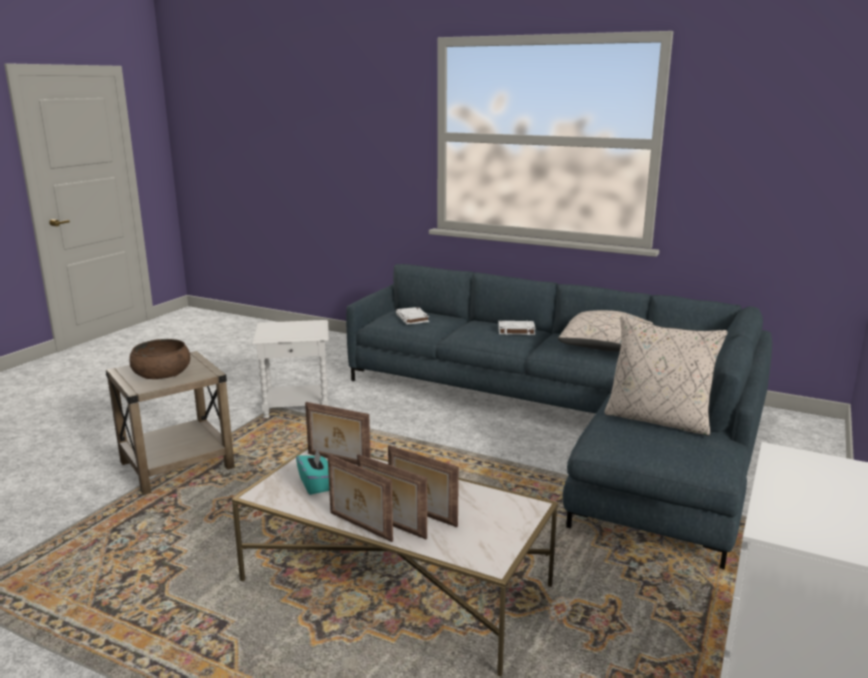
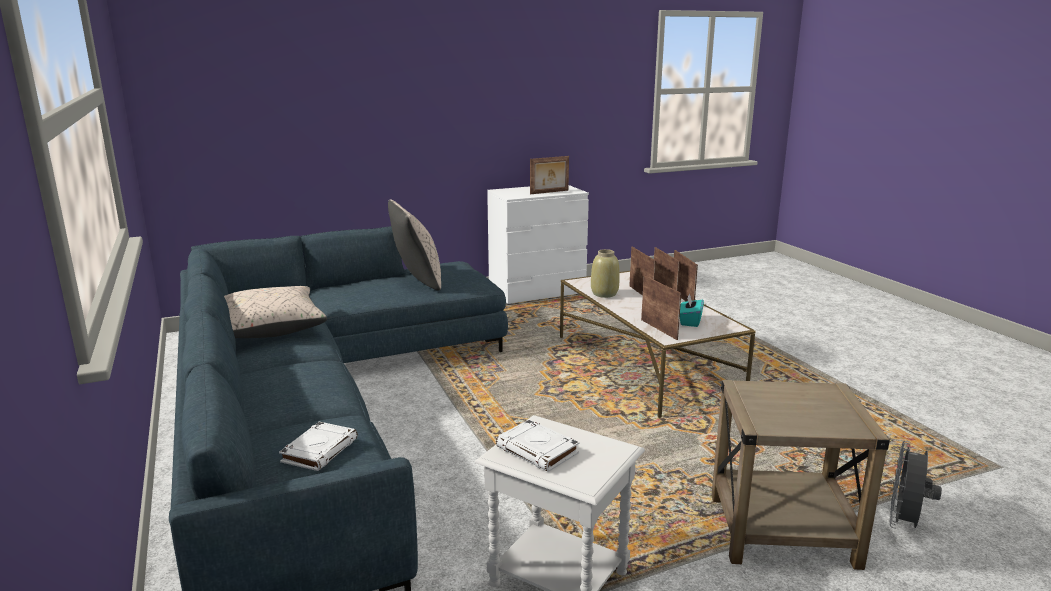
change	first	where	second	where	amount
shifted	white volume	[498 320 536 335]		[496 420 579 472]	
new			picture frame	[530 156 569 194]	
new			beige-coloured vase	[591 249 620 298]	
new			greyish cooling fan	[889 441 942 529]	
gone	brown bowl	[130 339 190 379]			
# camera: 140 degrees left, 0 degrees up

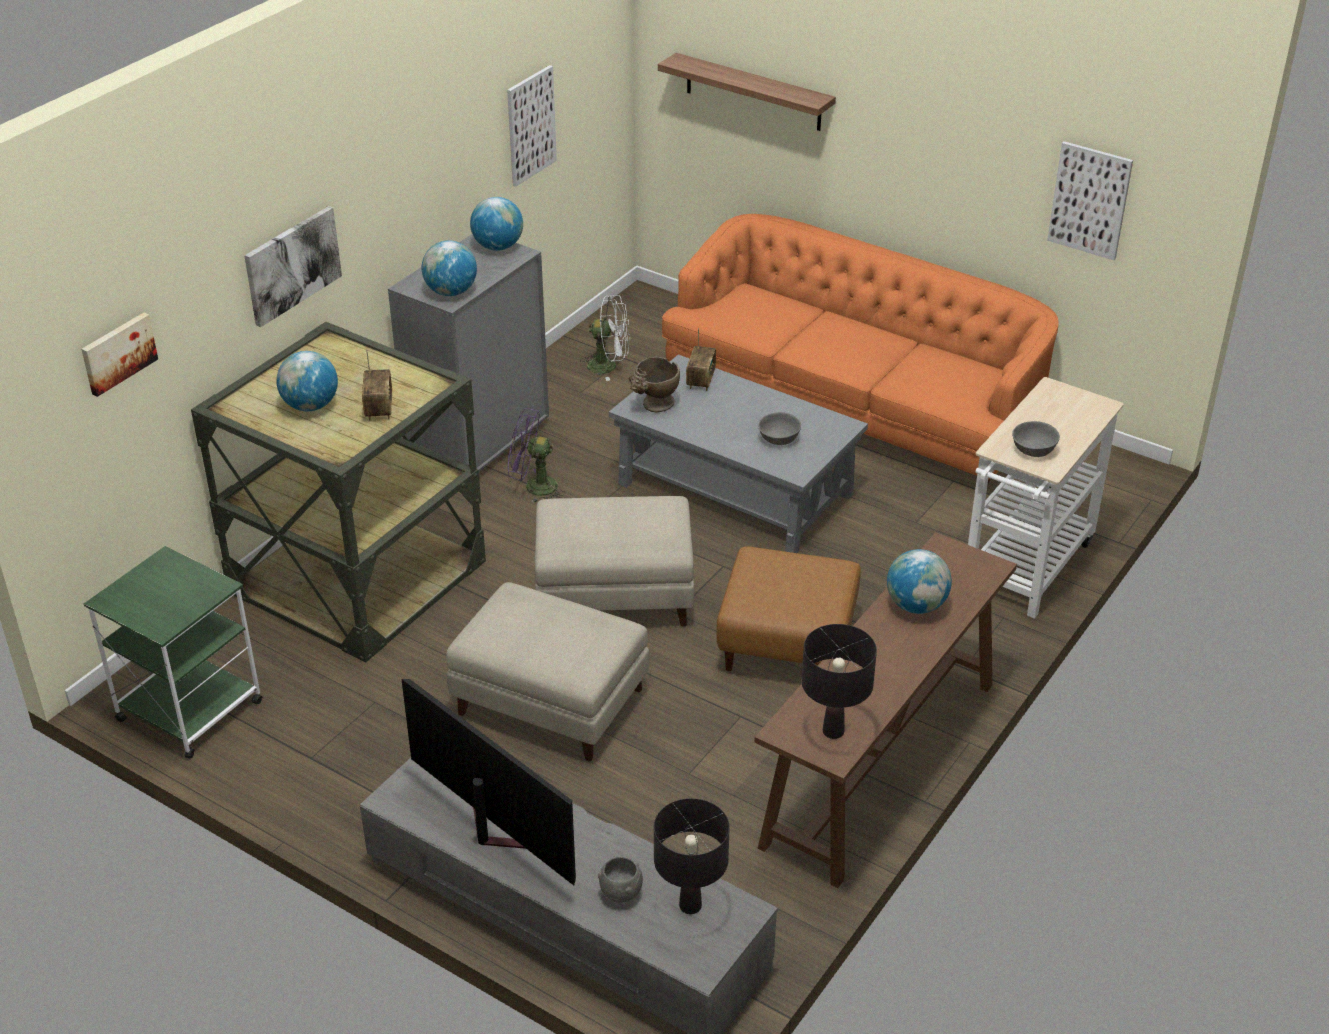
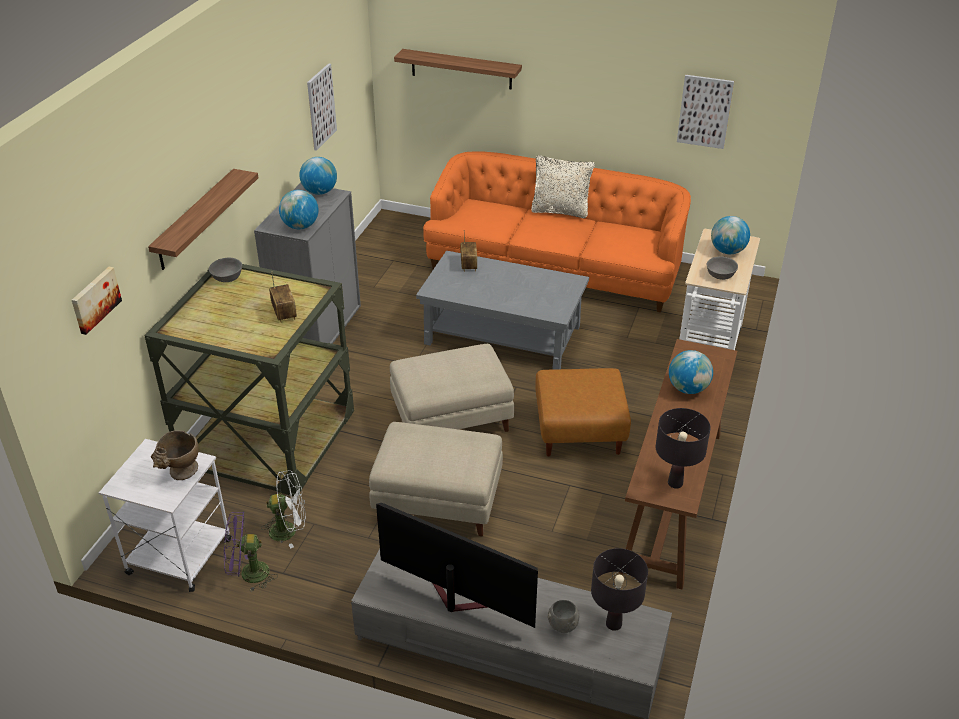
change	first	where	second	where	amount
repainted	greenish trolley	[84 546 263 758]	white trolley	[99 439 231 592]	
swapped	wall art	[244 206 342 327]	bracket shelf	[148 169 259 270]	
shifted	beige-coloured vase	[628 357 680 413]		[151 430 199 480]	
shifted	greyish bowl	[758 412 801 445]		[209 258 242 282]	
shifted	purple-coloured cooling fan	[508 408 565 503]		[224 511 278 592]	
shifted	white cooling fan	[580 295 630 381]		[261 470 306 548]	
new			beige-coloured pillow	[531 155 595 218]	
shifted	globe	[276 351 338 411]		[711 216 750 254]	
# camera: 15 degrees left, 0 degrees up

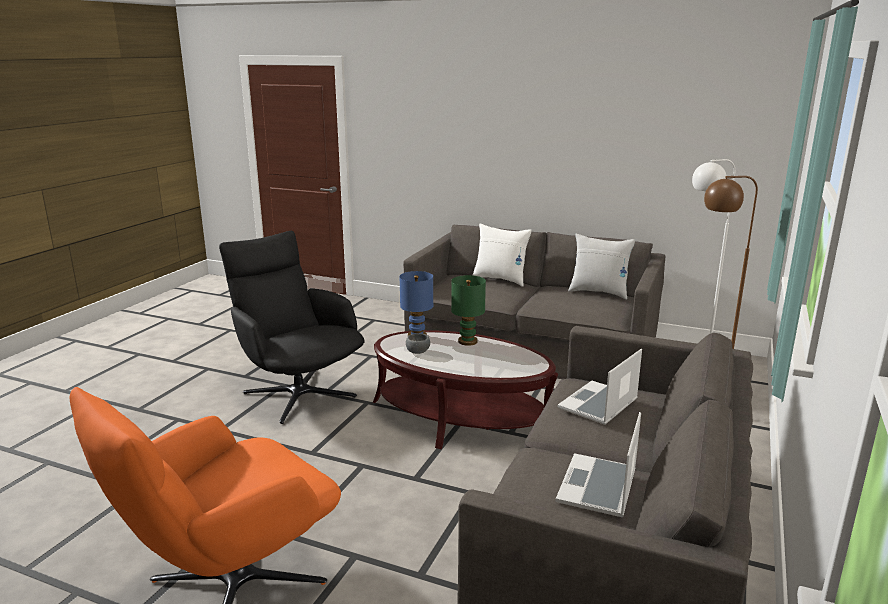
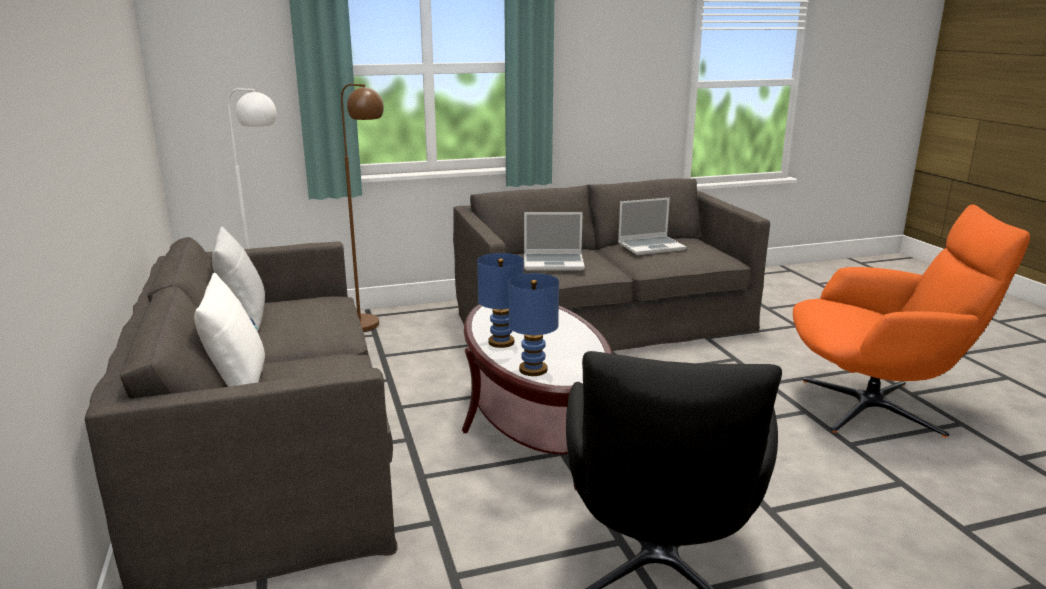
change	first	where	second	where	amount
repainted	greenish lamp for a table	[451 275 486 346]	blue lamp for a table	[477 253 524 348]	
gone	greyish bowl	[406 333 430 354]			
# camera: 130 degrees left, 0 degrees up

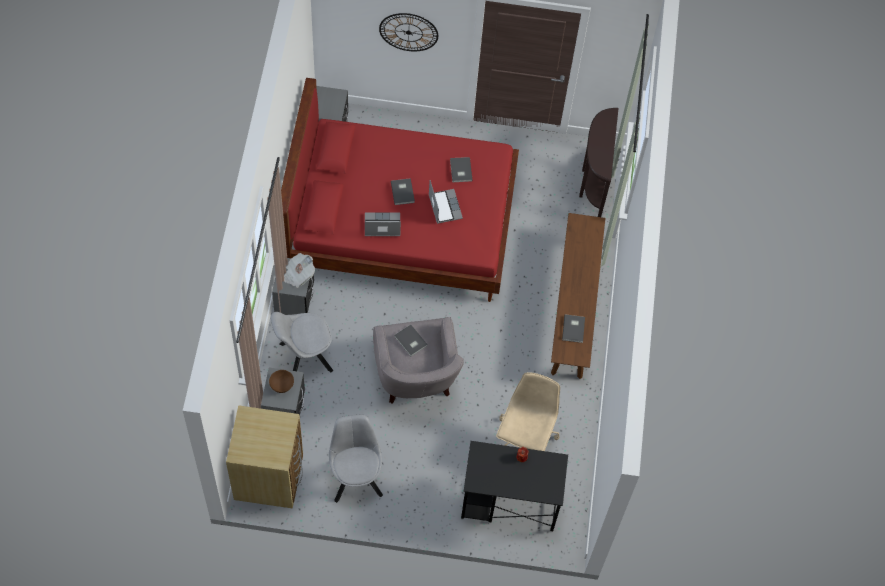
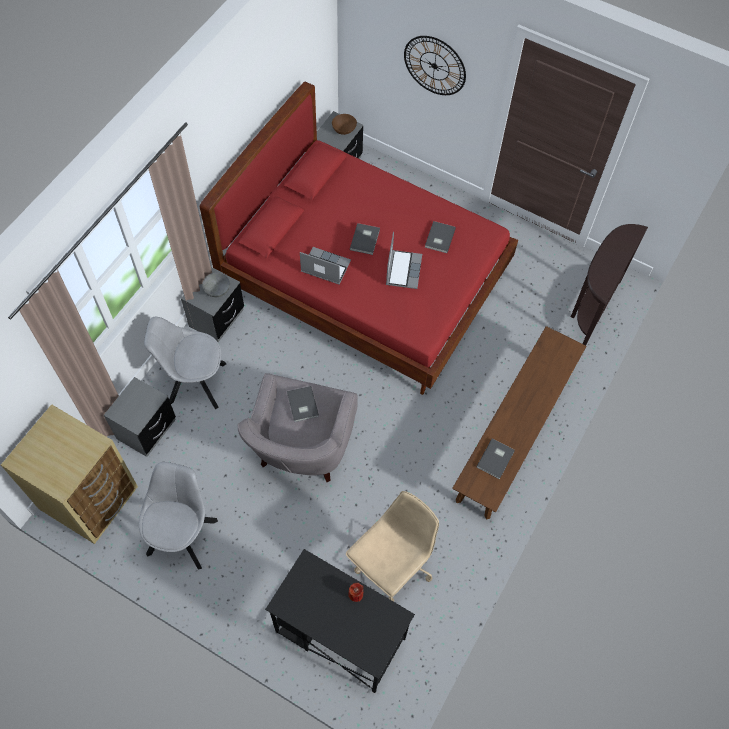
change	first	where	second	where	amount
swapped	daily paper	[284 253 315 288]	greyish bowl	[202 273 230 297]	
shifted	brown bowl	[269 370 294 393]		[332 114 357 135]	
# camera: 25 degrees right, 0 degrees up

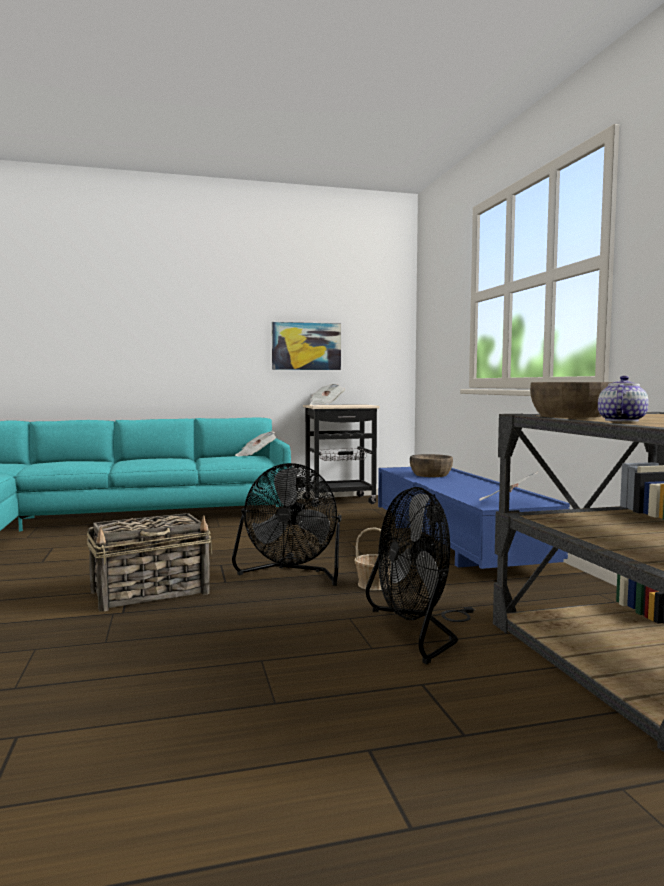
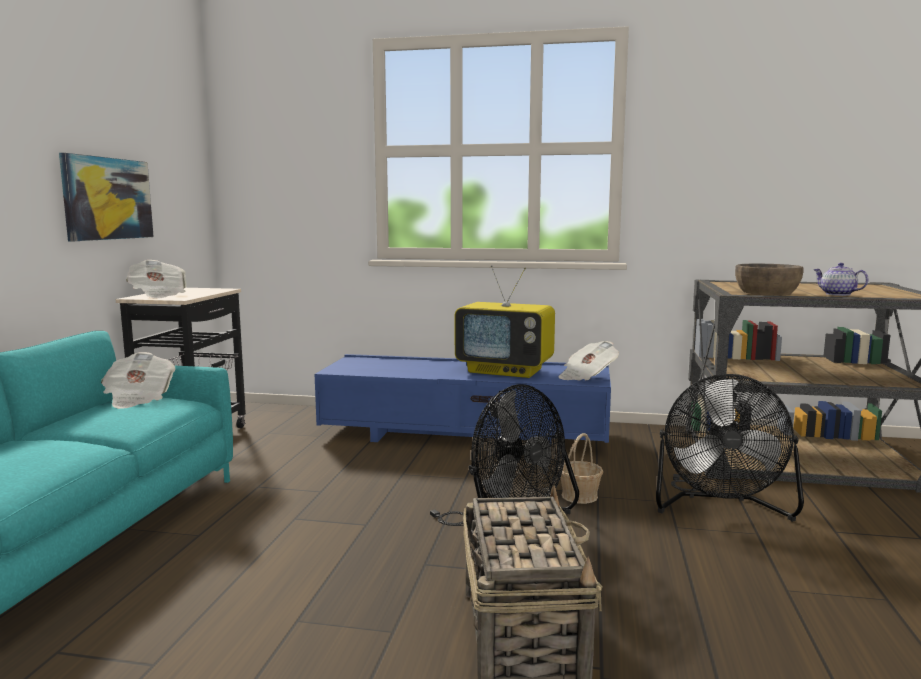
change	first	where	second	where	amount
new			television	[455 265 555 378]	
gone	brown bowl	[410 454 453 477]			
# camera: 65 degrees left, 5 degrees up

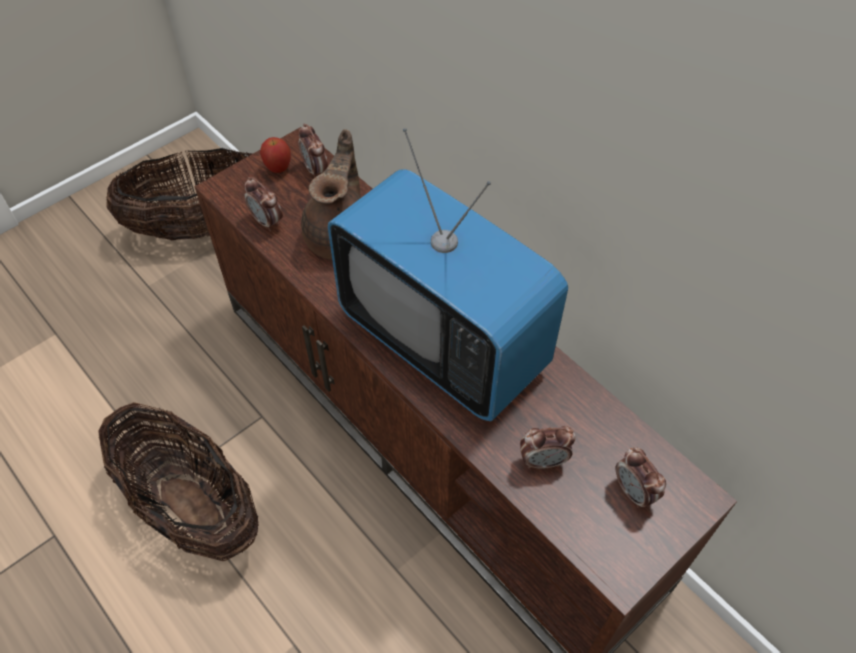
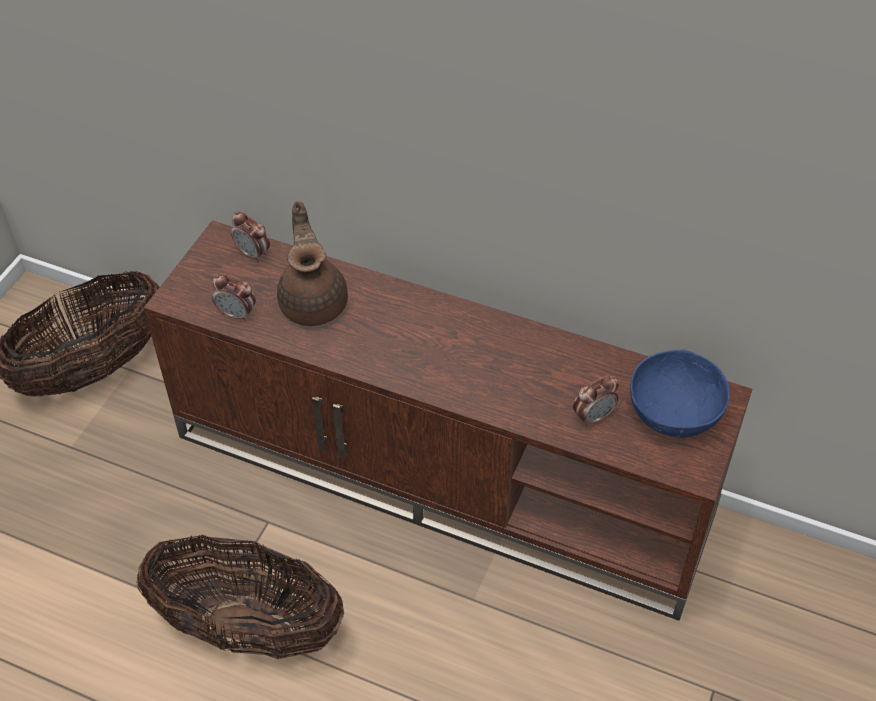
change	first	where	second	where	amount
swapped	alarm clock	[615 447 666 508]	blue bowl	[630 350 730 438]	
gone	apple	[260 137 291 173]			
gone	television	[328 128 568 421]			
# camera: 25 degrees left, 5 degrees down

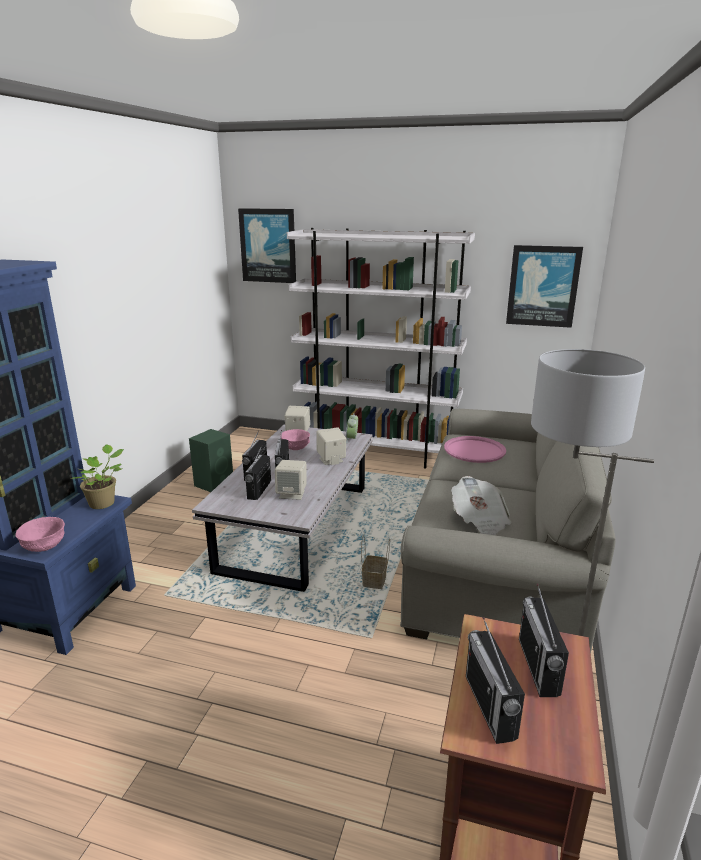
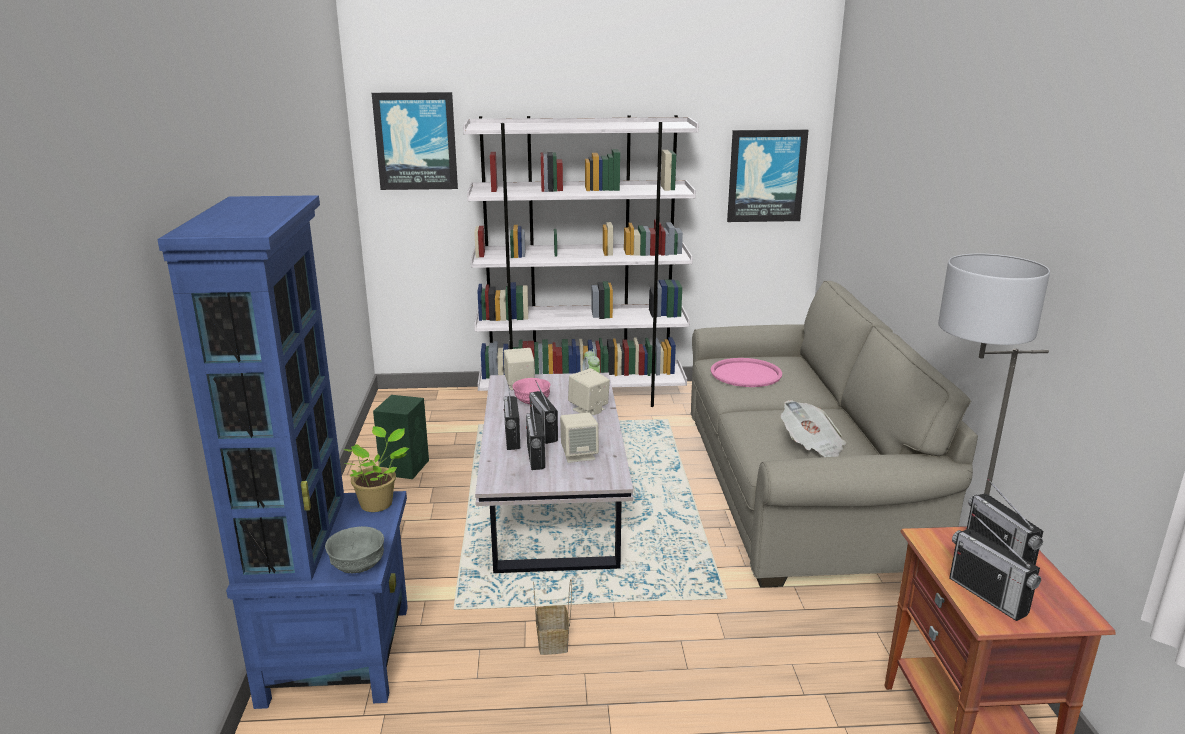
change	first	where	second	where	amount
repainted	pink-coloured bowl	[15 517 65 552]	greyish bowl	[325 526 384 573]	
shifted	household basket	[361 535 390 589]		[533 580 572 655]	
# camera: 20 degrees left, 0 degrees up

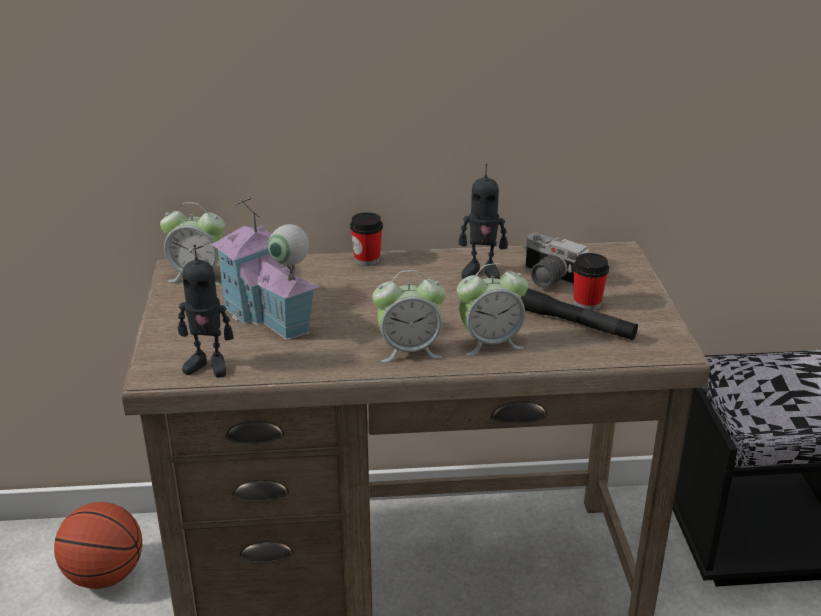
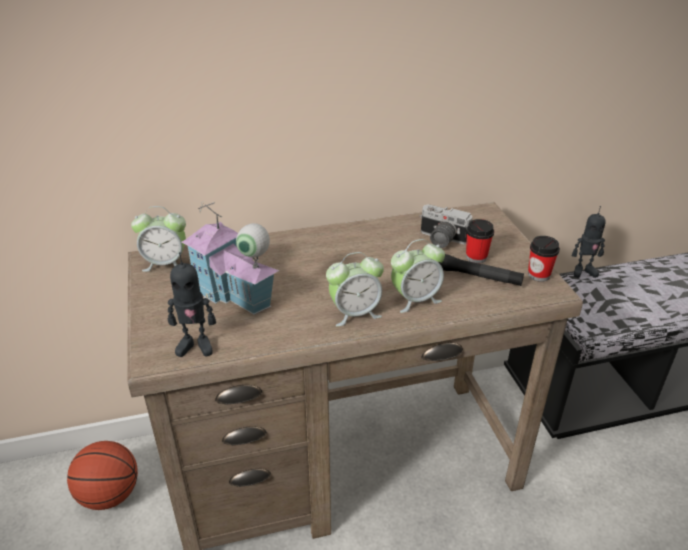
change	first	where	second	where	amount
shifted	cup	[350 212 383 266]		[528 236 560 282]	
shifted	toy robot	[459 164 508 279]		[572 206 606 278]	
# camera: 10 degrees left, 5 degrees up

